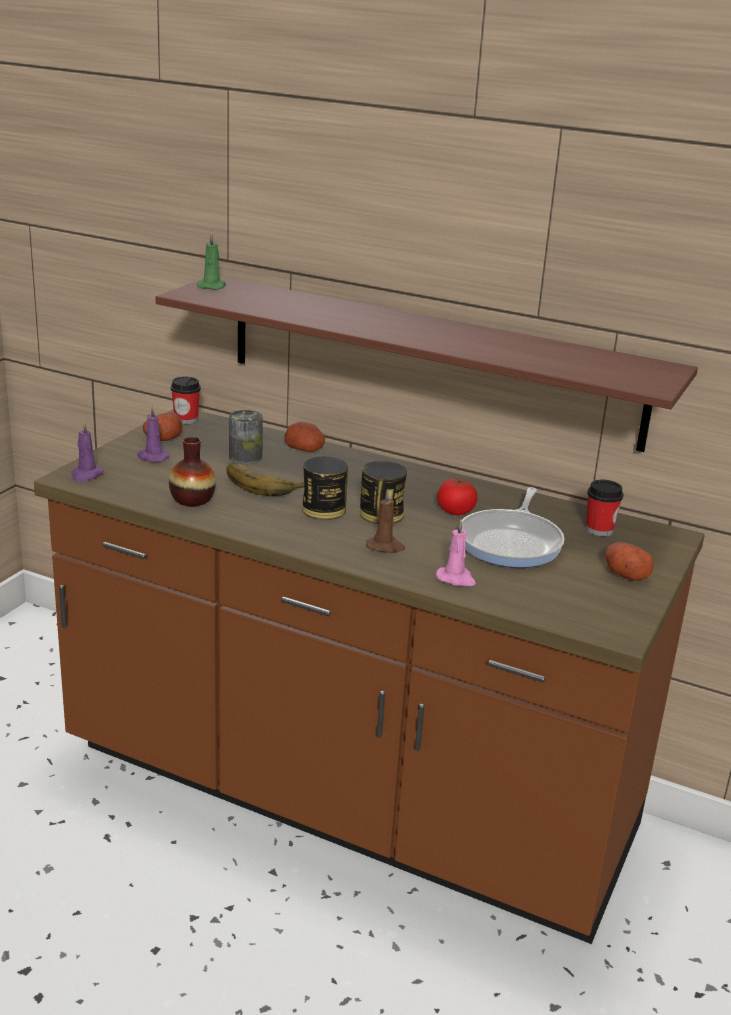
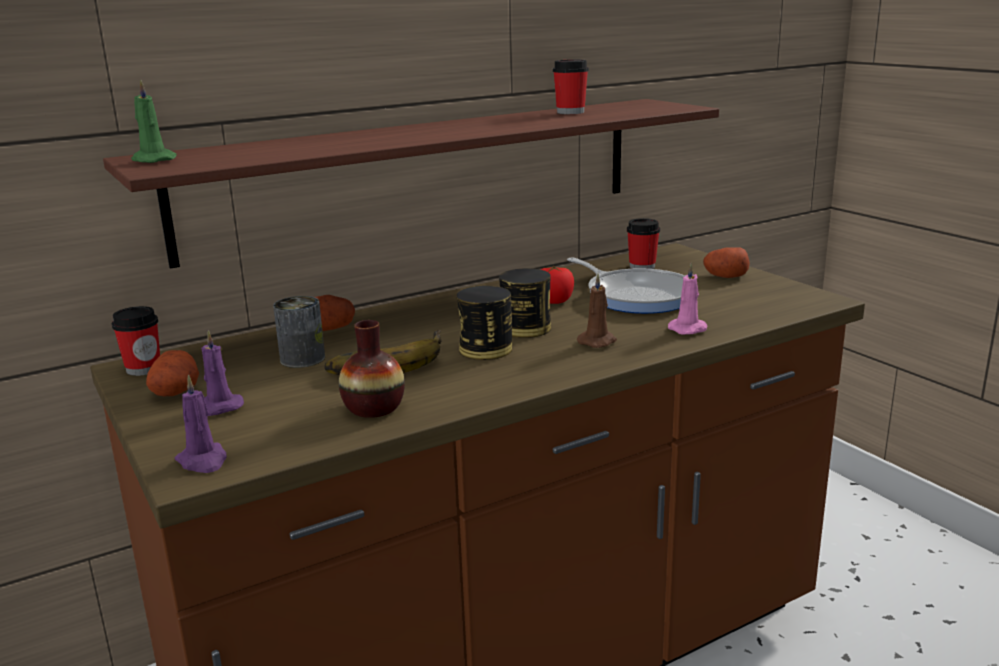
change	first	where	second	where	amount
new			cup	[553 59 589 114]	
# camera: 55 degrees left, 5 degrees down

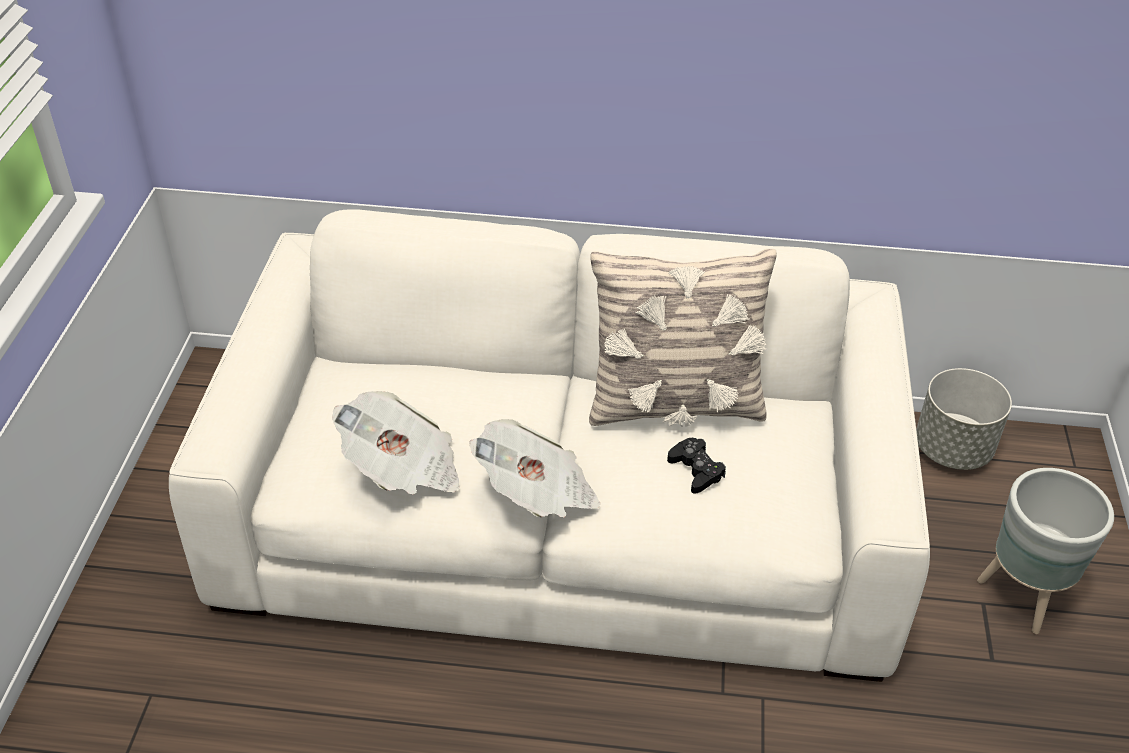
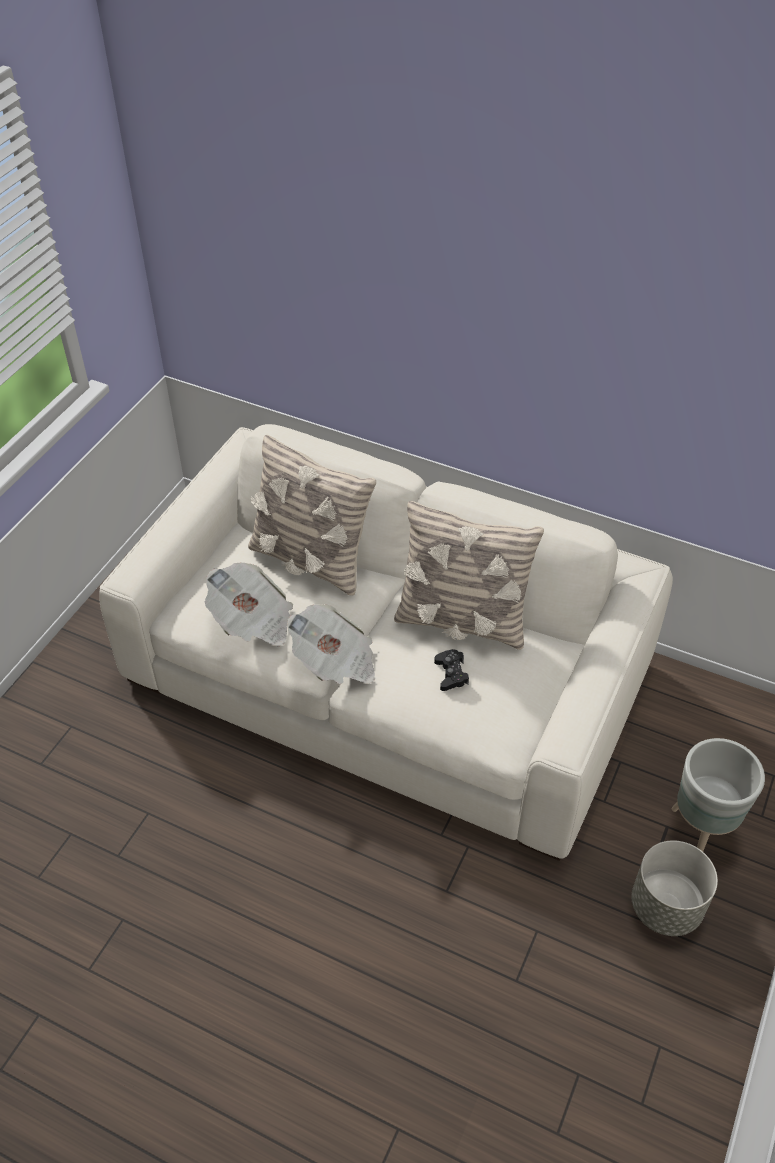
change	first	where	second	where	amount
new			beige-coloured pillow	[248 435 376 596]	
shifted	greyish planter	[916 368 1012 470]		[631 840 718 936]	
# camera: 20 degrees right, 5 degrees up

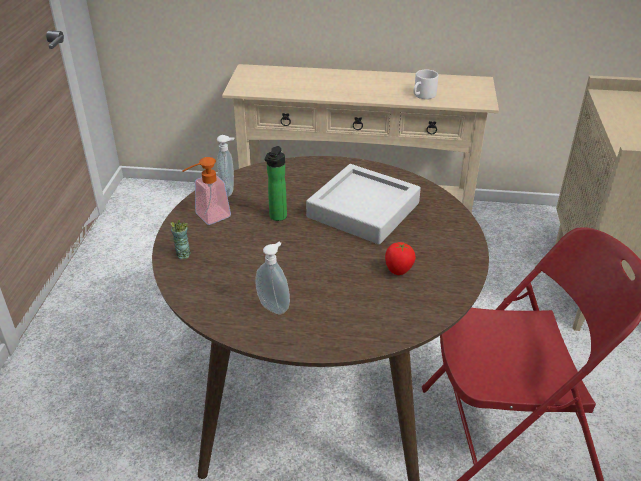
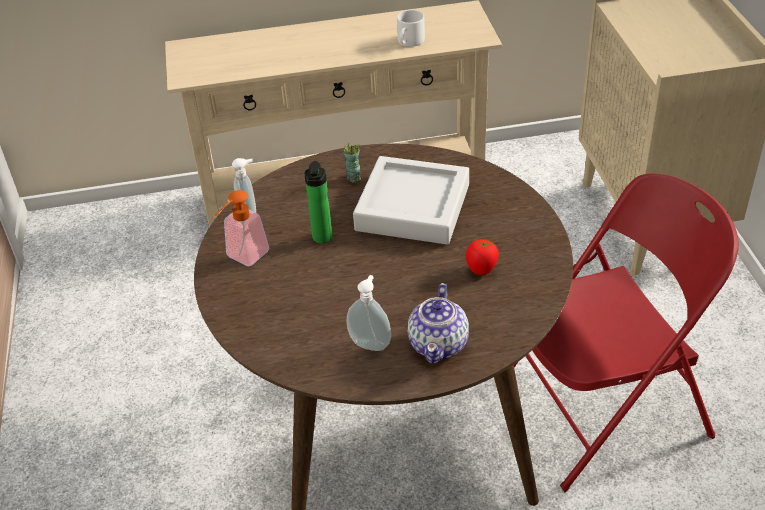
change	first	where	second	where	amount
shifted	cup	[171 219 191 259]		[343 143 361 182]	
new			teapot	[408 283 469 364]	
# camera: 15 degrees left, 5 degrees up

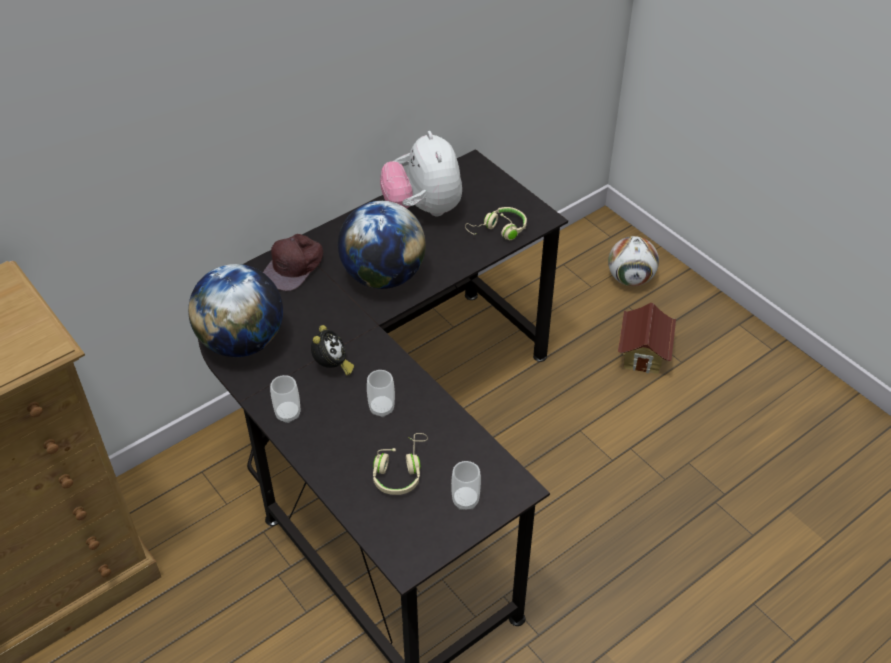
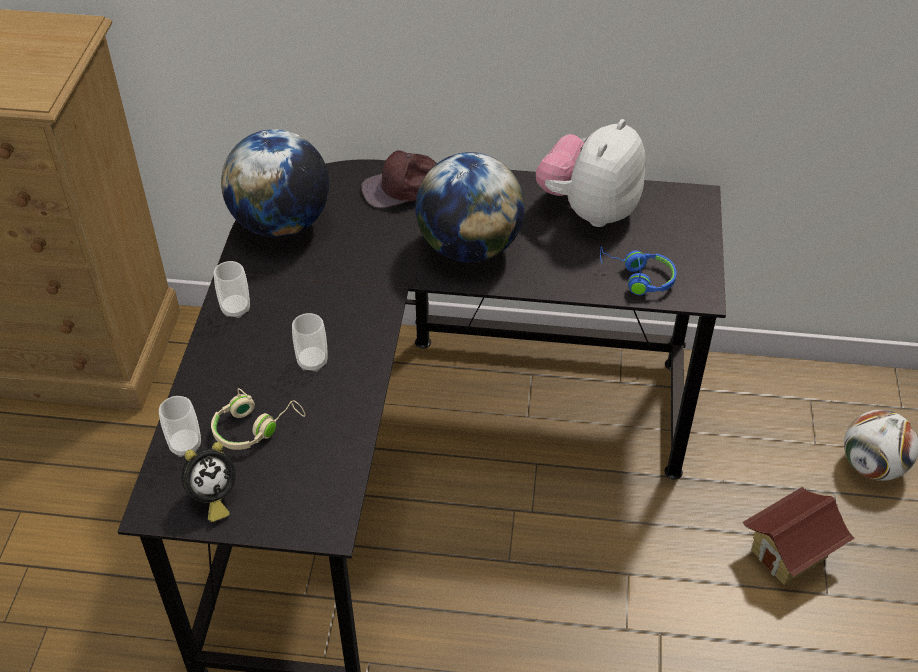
change	first	where	second	where	amount
shifted	cup	[451 461 481 510]		[159 396 201 457]	
shifted	alarm clock	[311 325 354 375]		[181 442 236 522]	
repainted	beige-coloured pair of headphones	[465 207 527 240]	blue pair of headphones	[600 246 677 295]	
# camera: 45 degrees right, 0 degrees up

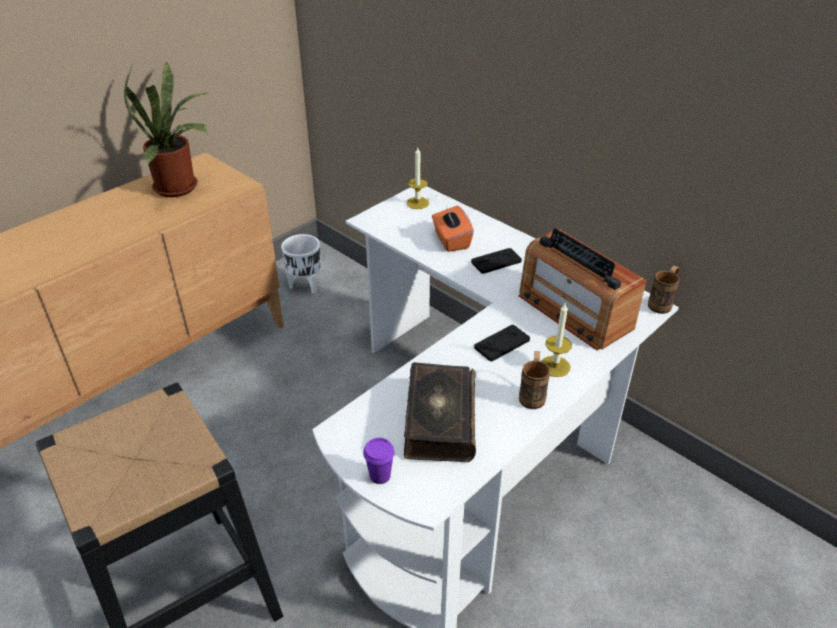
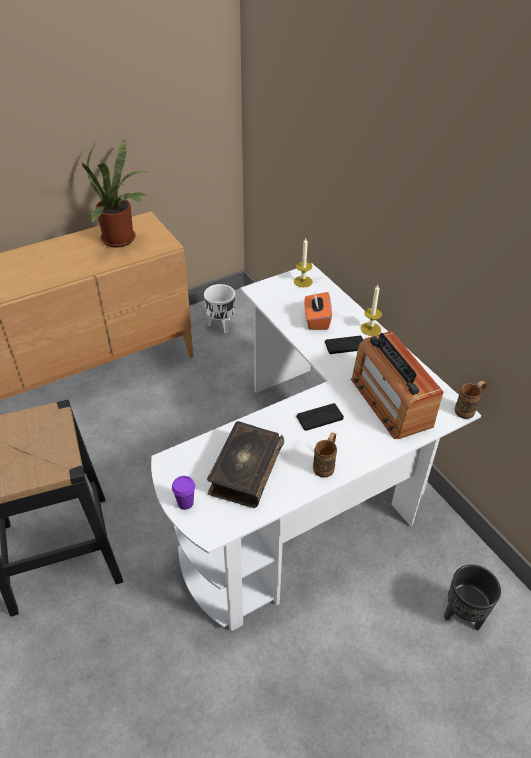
change	first	where	second	where	amount
shifted	wax light	[542 302 572 377]		[361 285 382 336]	
new			black-coloured planter	[444 565 501 631]	
# camera: 15 degrees right, 5 degrees up

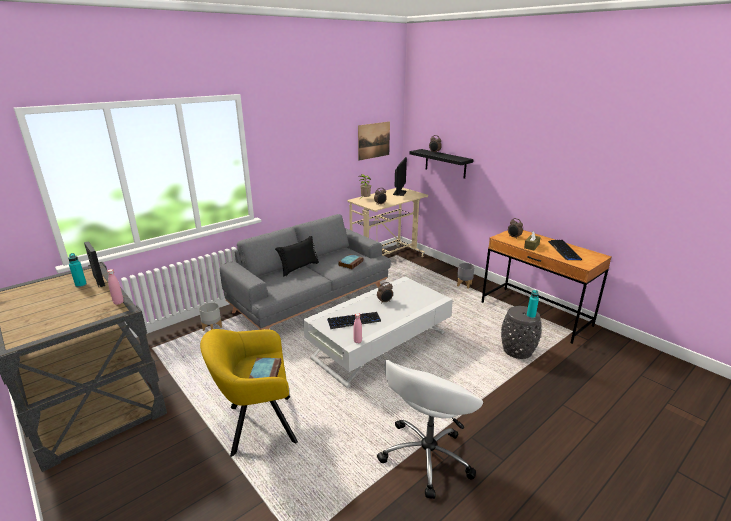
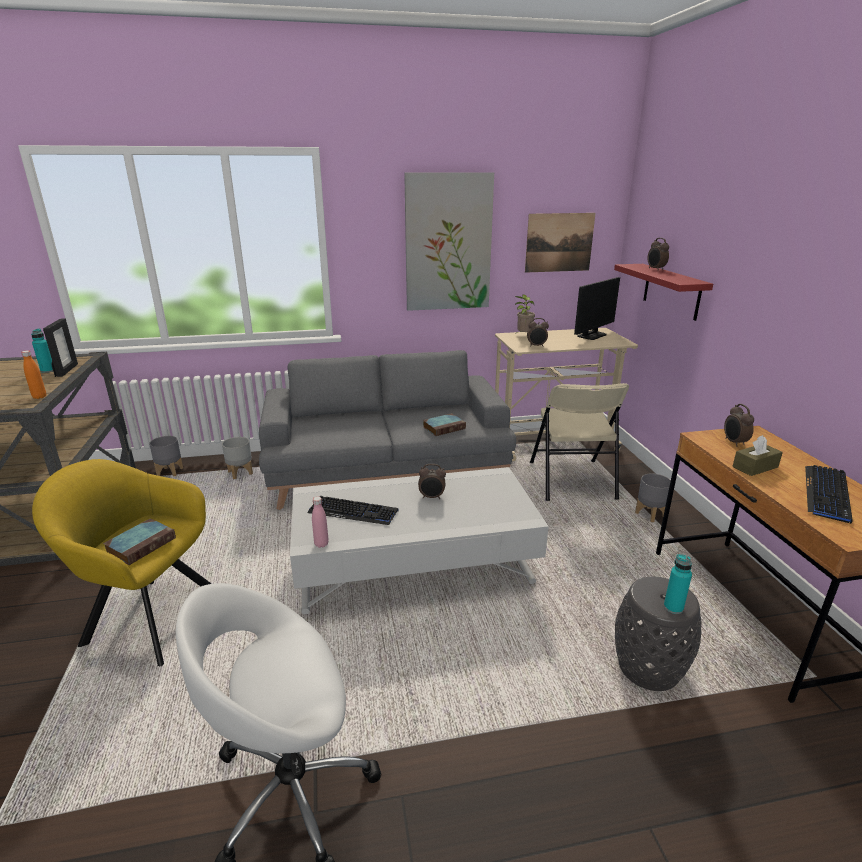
change	first	where	second	where	amount
repainted	pink-coloured drink bottle	[107 269 124 305]	orange drink bottle	[21 350 46 399]	
new			greyish planter	[149 436 183 477]	
new			wall art	[404 172 494 311]	
new			beige-coloured chair	[530 383 629 501]	
repainted	black-coloured bracket shelf	[410 149 474 179]	red-coloured bracket shelf	[614 264 713 321]	
gone	black-coloured pillow	[275 236 319 276]			
# camera: 30 degrees right, 0 degrees up

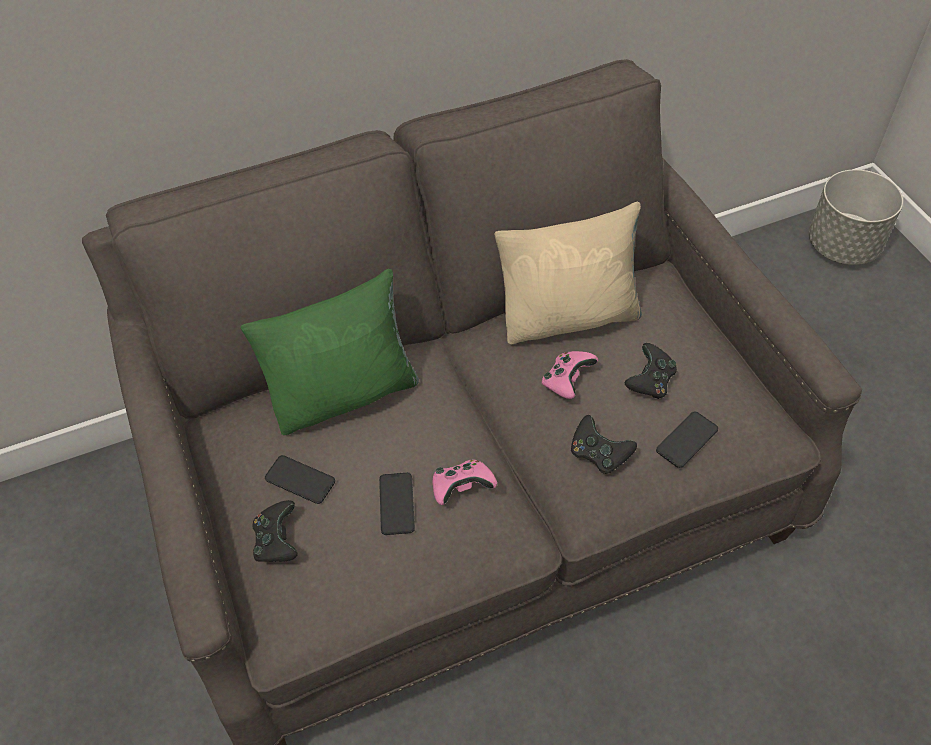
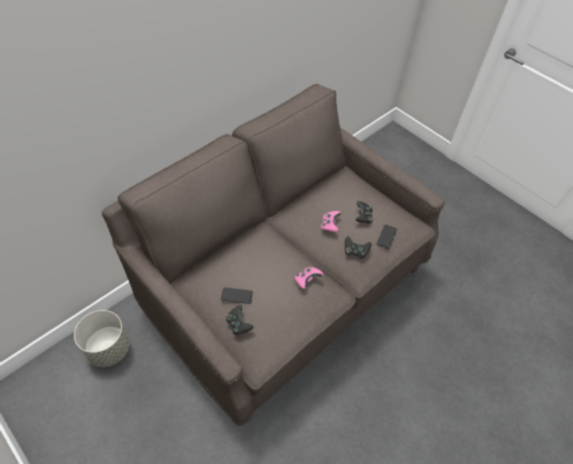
change	first	where	second	where	amount
shifted	greyish planter	[809 169 903 265]		[74 310 130 367]	
gone	greenish pillow	[241 269 419 435]			
gone	phone	[379 472 415 535]			
gone	beige-coloured pillow	[494 201 642 344]			
# camera: 25 degrees left, 0 degrees up

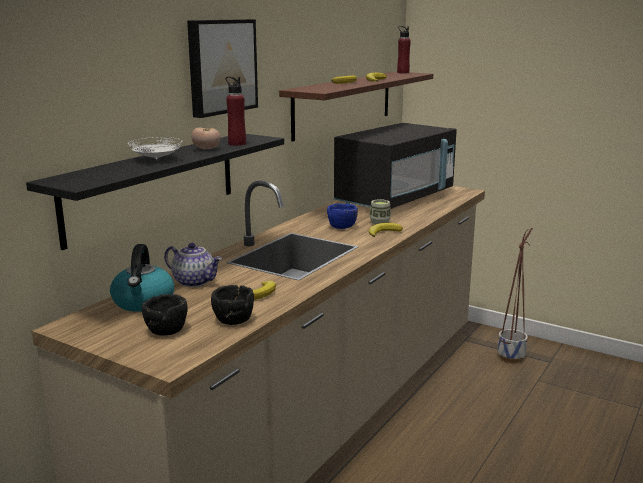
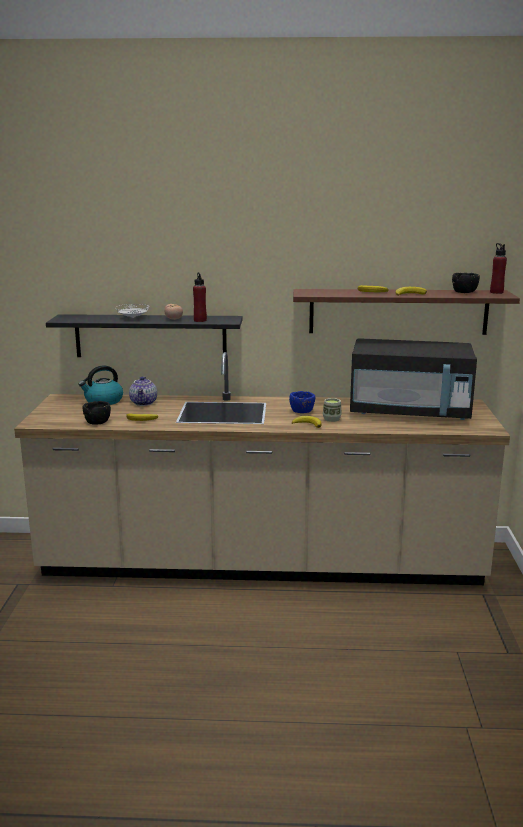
change	first	where	second	where	amount
shifted	black-coloured bowl	[142 294 188 336]		[452 273 480 293]	
gone	wall art	[187 19 258 118]			
gone	planter	[498 228 533 363]			
# camera: 60 degrees right, 0 degrees up

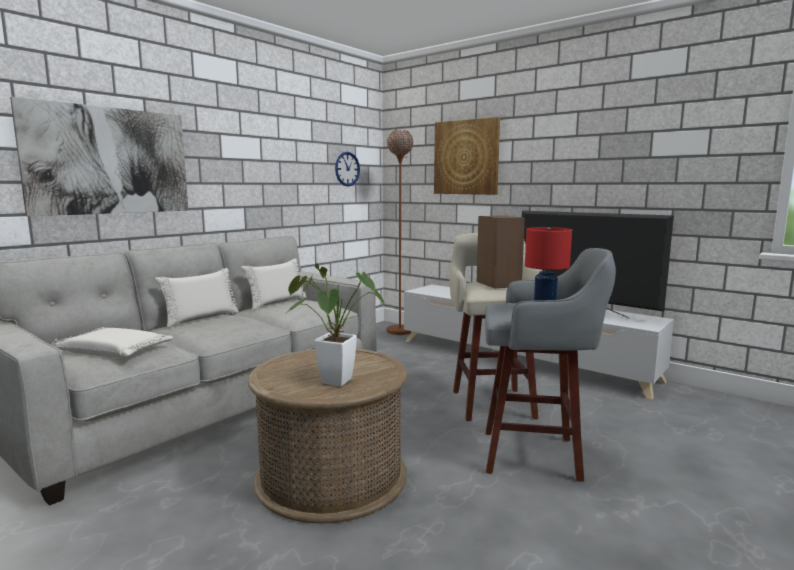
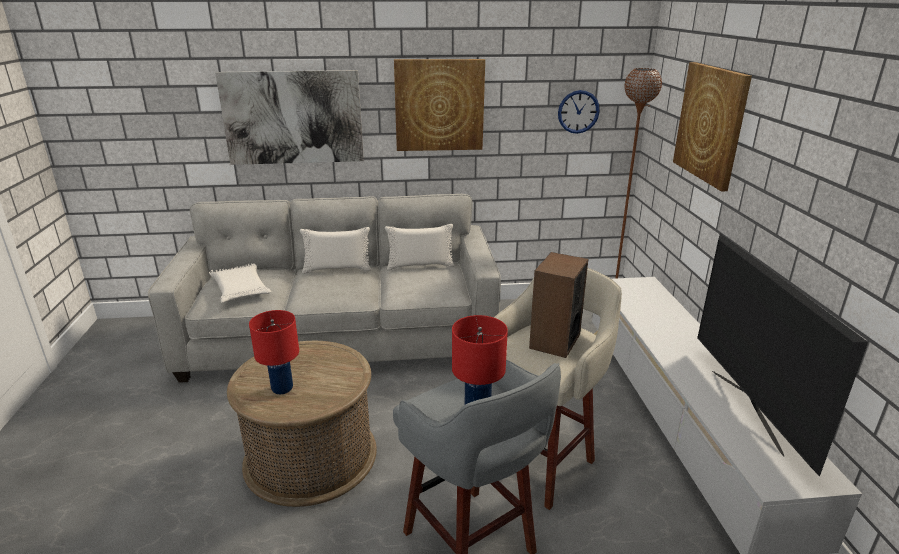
change	first	where	second	where	amount
swapped	houseplant	[288 263 386 386]	red-coloured lamp for a table	[249 310 299 395]	
new			wall art	[394 59 485 151]	
# camera: 45 degrees right, 15 degrees up

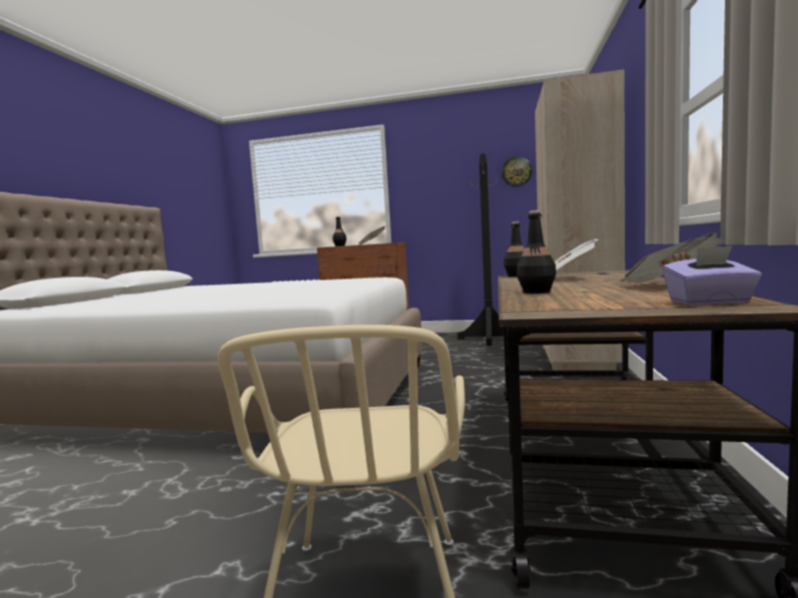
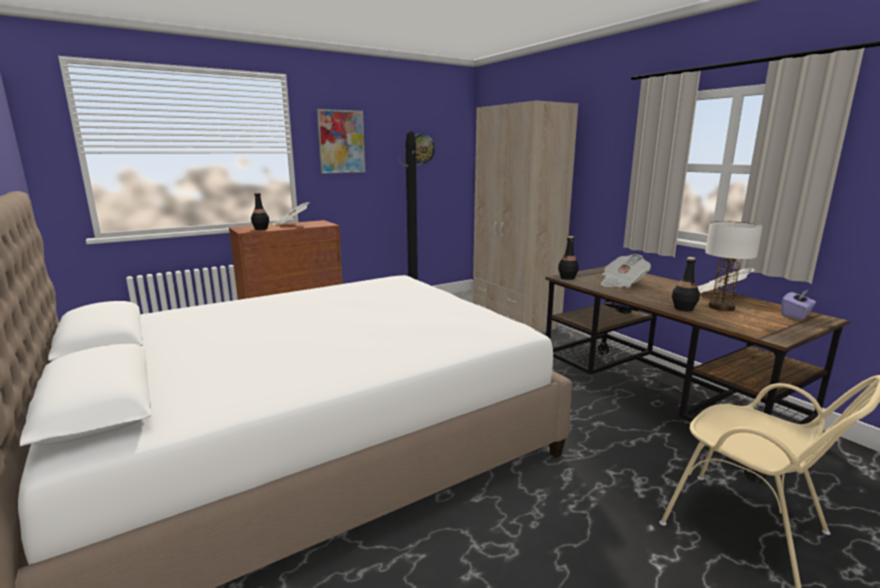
change	first	where	second	where	amount
new			wall art	[317 109 365 173]	
new			lamp for a table	[705 221 763 311]	
# camera: 45 degrees left, 10 degrees up

